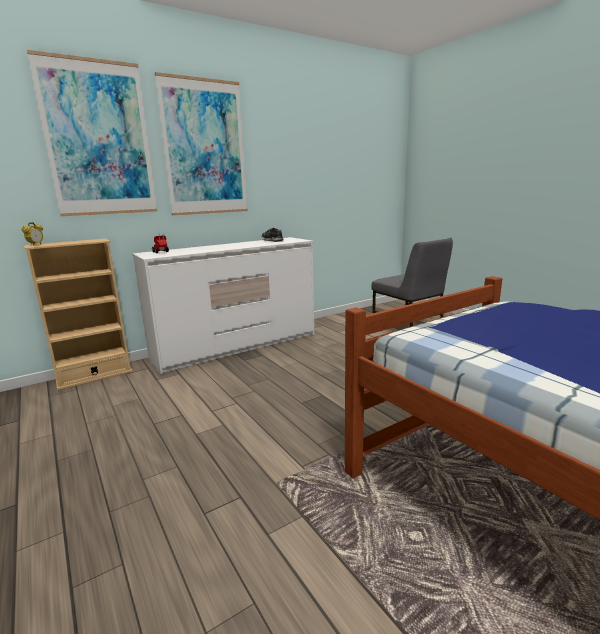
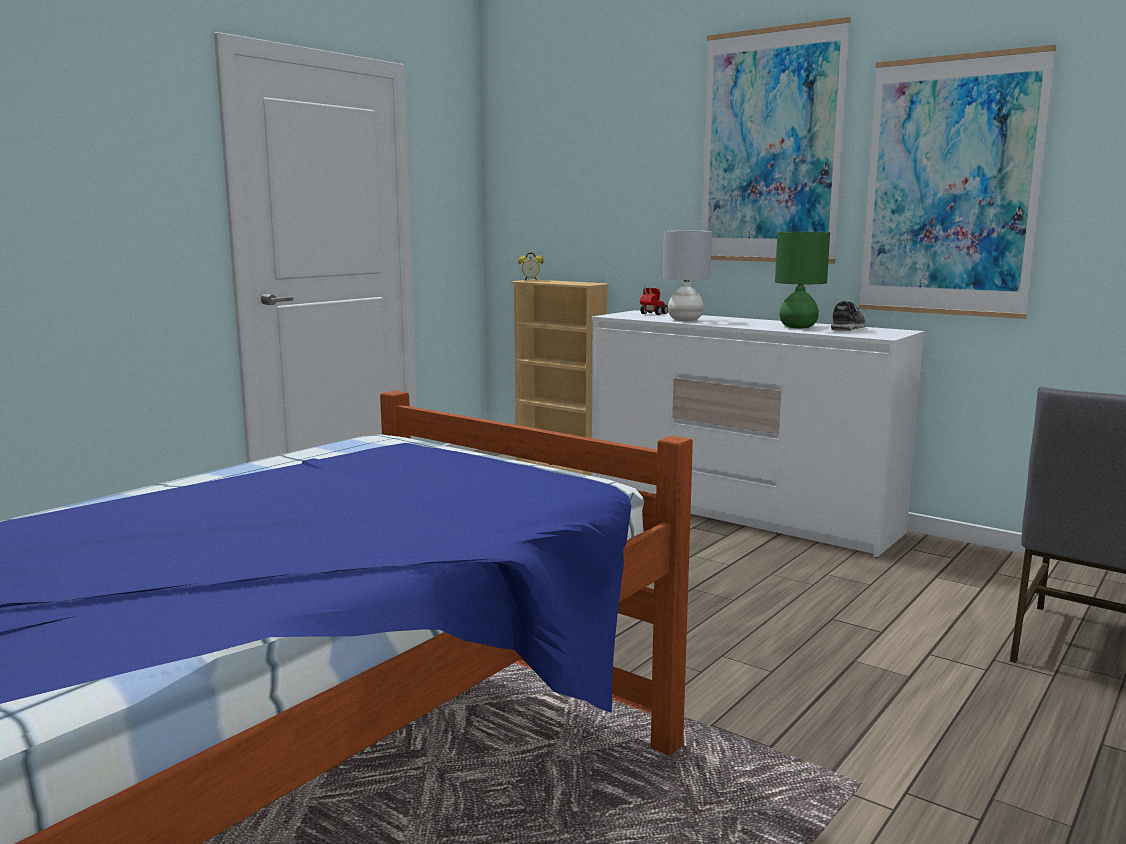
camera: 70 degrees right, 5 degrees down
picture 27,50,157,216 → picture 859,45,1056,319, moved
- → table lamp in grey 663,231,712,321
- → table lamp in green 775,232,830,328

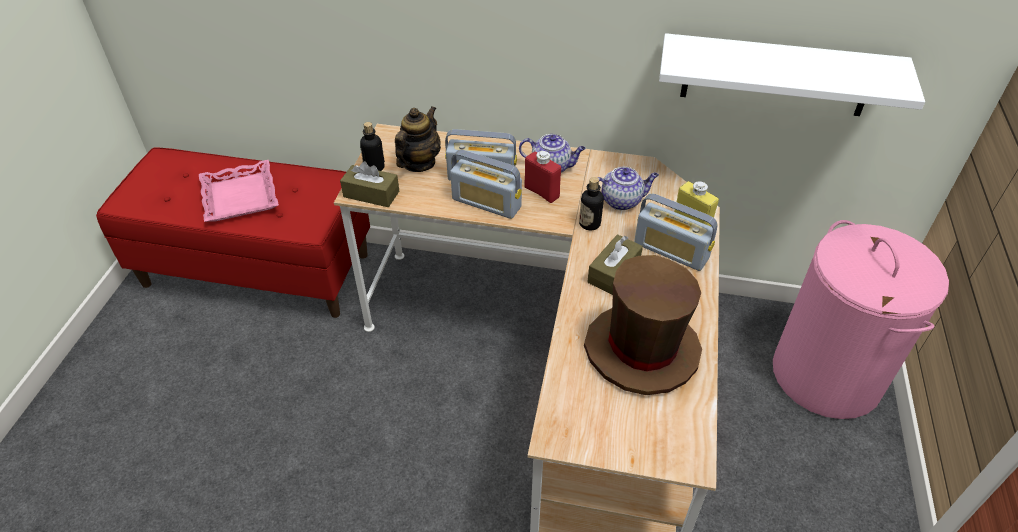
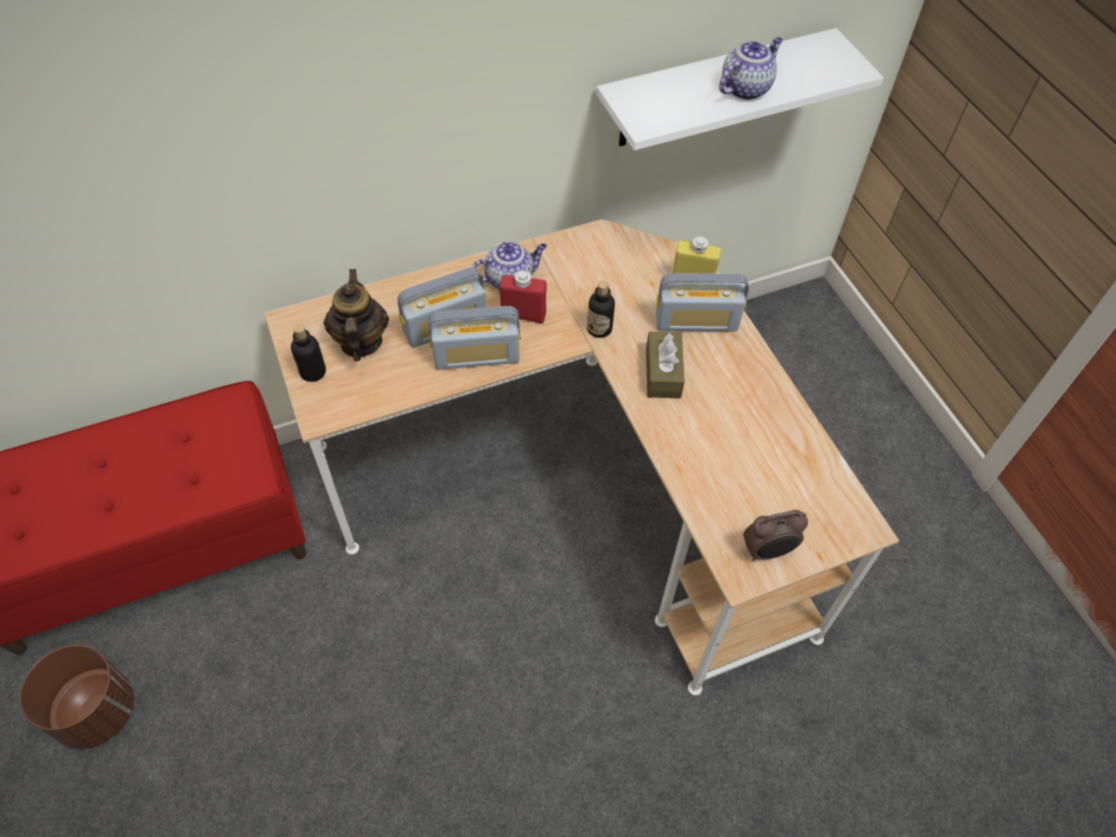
camera: 35 degrees left, 10 degrees up
tray in pink 199,160,279,222 → -
tissue box in brown 340,161,399,207 → -
teapot 598,167,659,210 → teapot 719,37,783,100, moved
laundry basket in pink 773,220,949,419 → -
hat in brown 584,255,702,395 → -
- → alarm clock 743,510,808,561
- → planter in brown 19,645,134,749

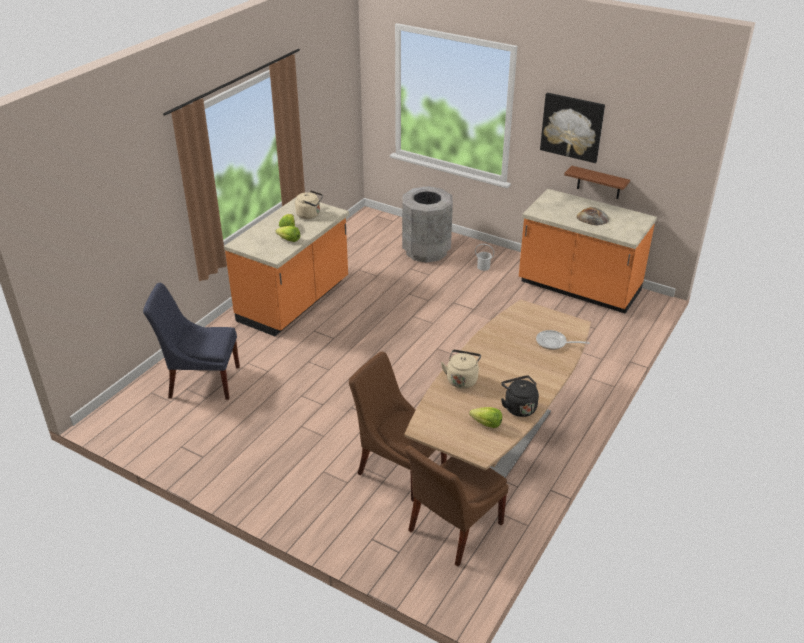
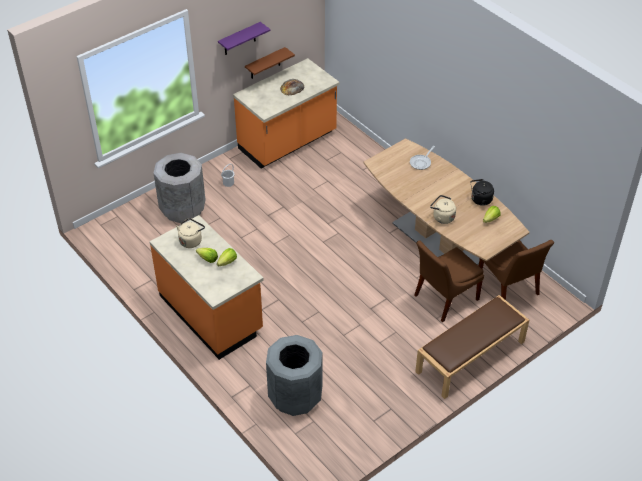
camera: 70 degrees left, 10 degrees up
picture 540,93,605,163 → shelf in purple 218,22,270,55
chair in blue 143,283,240,400 → trash can in grey 266,335,322,416
- → bench in brown 415,295,529,399

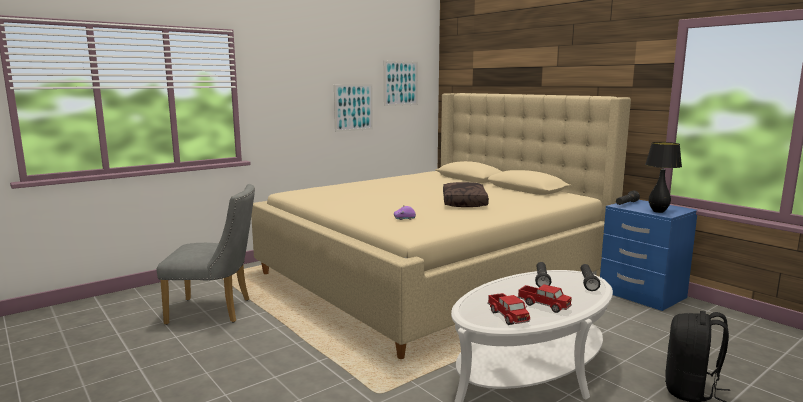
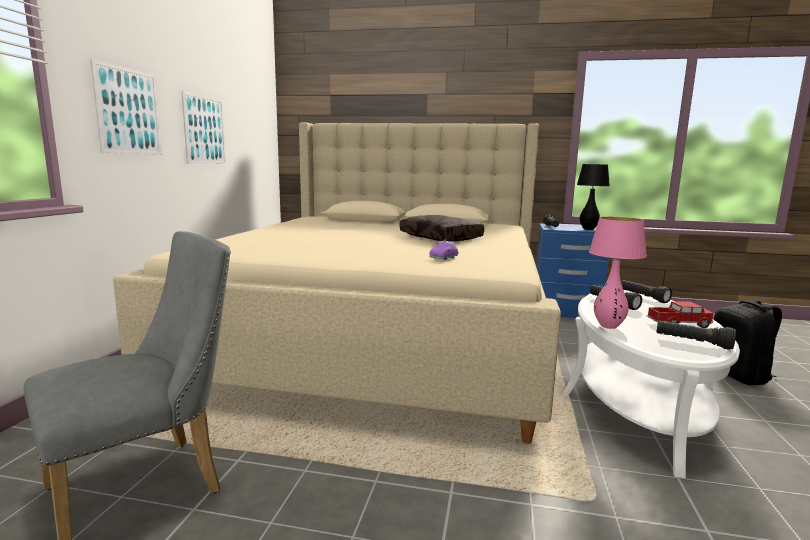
camera: 40 degrees left, 0 degrees up
picture 384,61,418,106 → picture 90,59,162,155, moved
toy truck 487,293,530,325 → flashlight in black 657,321,736,350
- → table lamp in pink 589,216,647,329

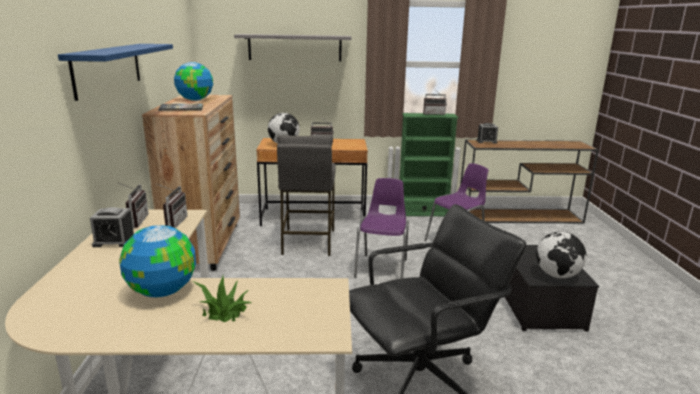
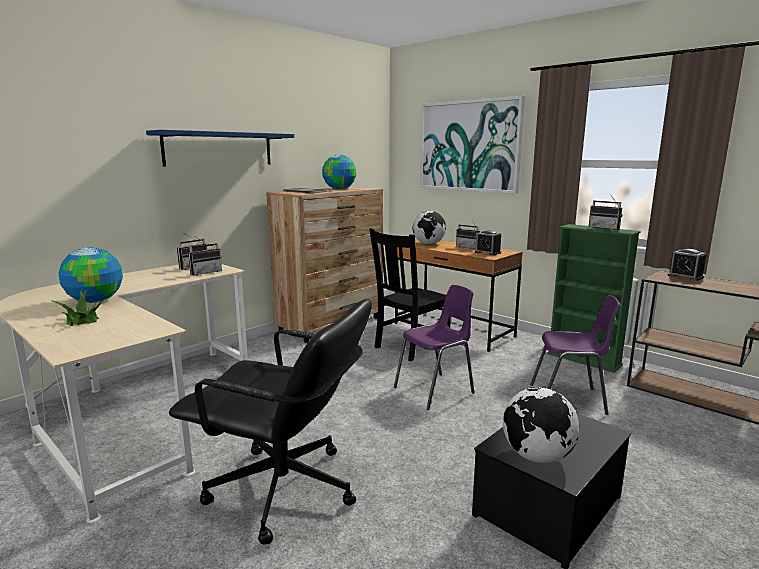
camera: 45 degrees right, 5 degrees down
shelf in grey 234,34,352,61 → picture 420,96,525,194
stool in grey 277,134,336,256 → chair in black 369,228,451,361
alarm clock 90,207,134,247 → alarm clock 475,230,501,255, moved

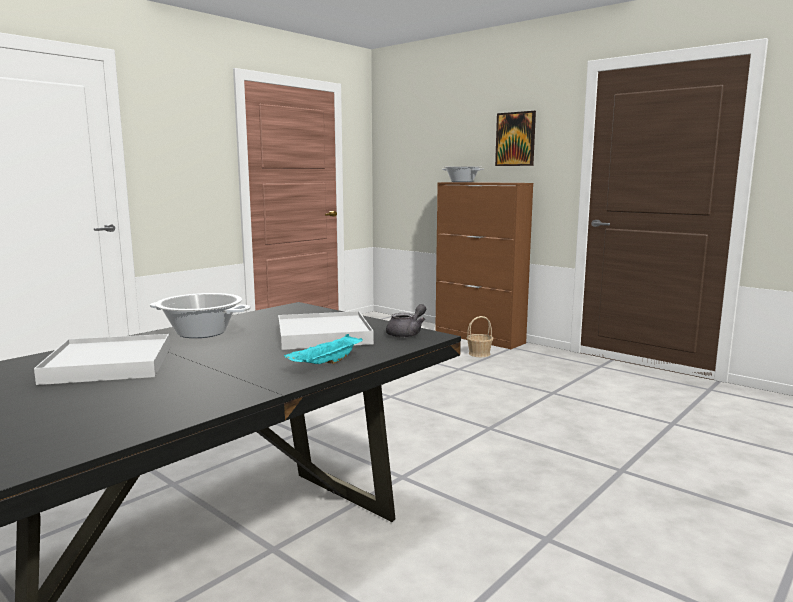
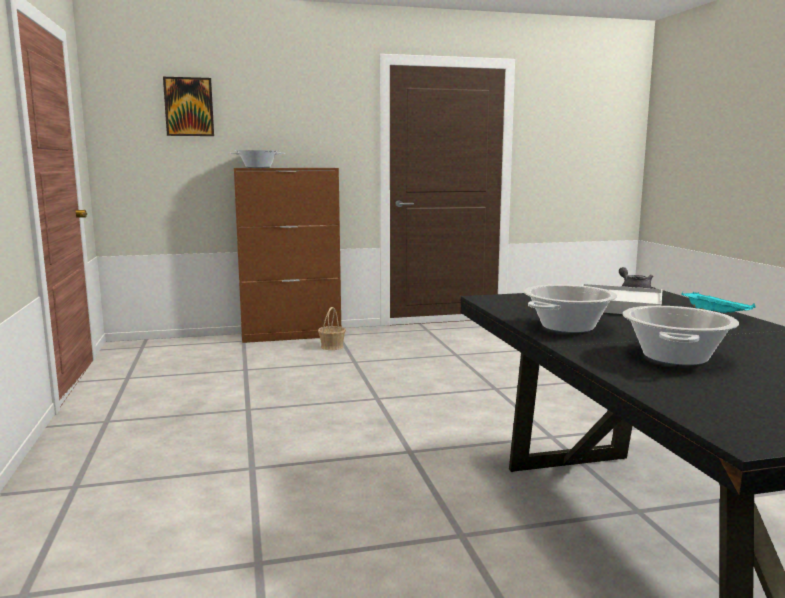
camera: 55 degrees left, 0 degrees up
picture 495,111,536,166 → picture 163,77,214,136, moved
tray in white 34,334,170,385 → cooking pot 623,306,739,366

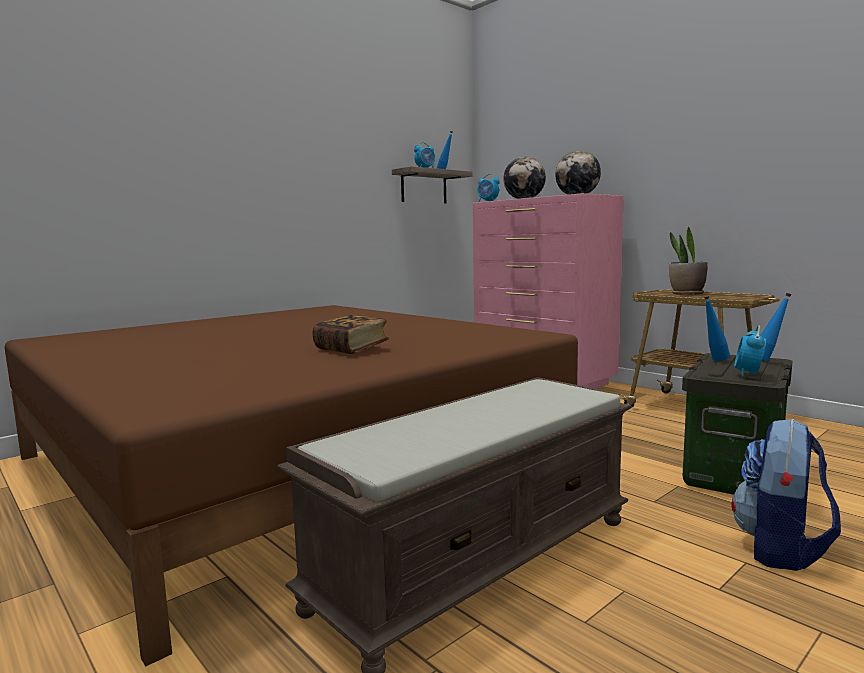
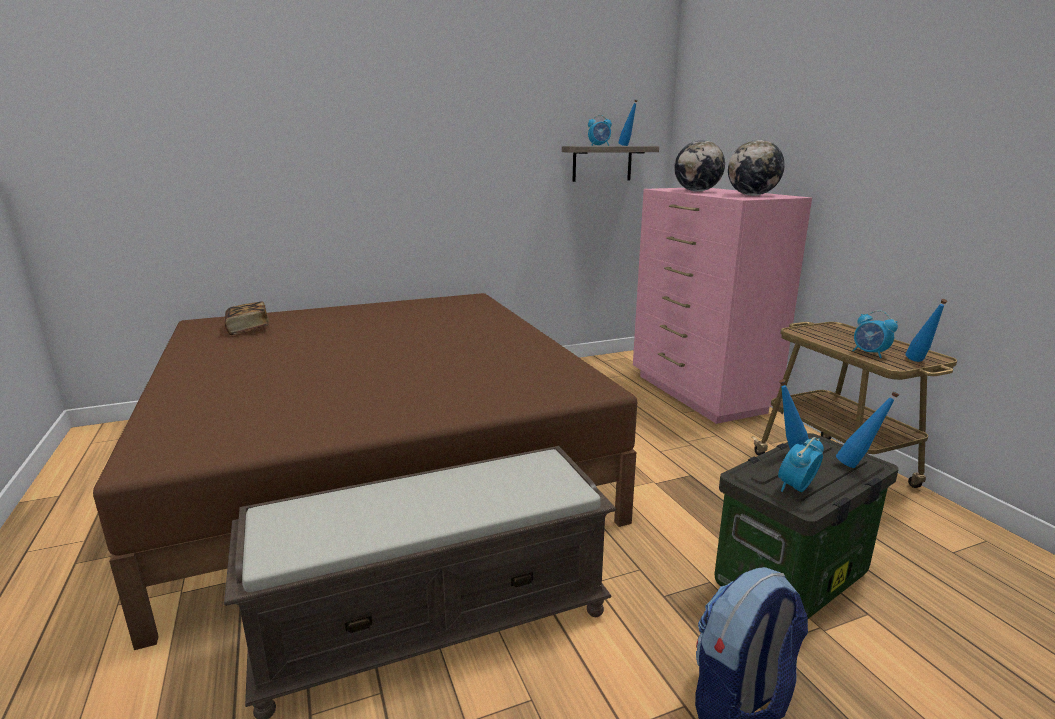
camera: 20 degrees right, 10 degrees up
alarm clock 478,174,500,202 → alarm clock 853,310,898,358, moved
potted plant 669,227,708,295 → -
book 312,315,389,354 → book 225,302,269,335, moved
- → bottle in blue 905,299,947,362

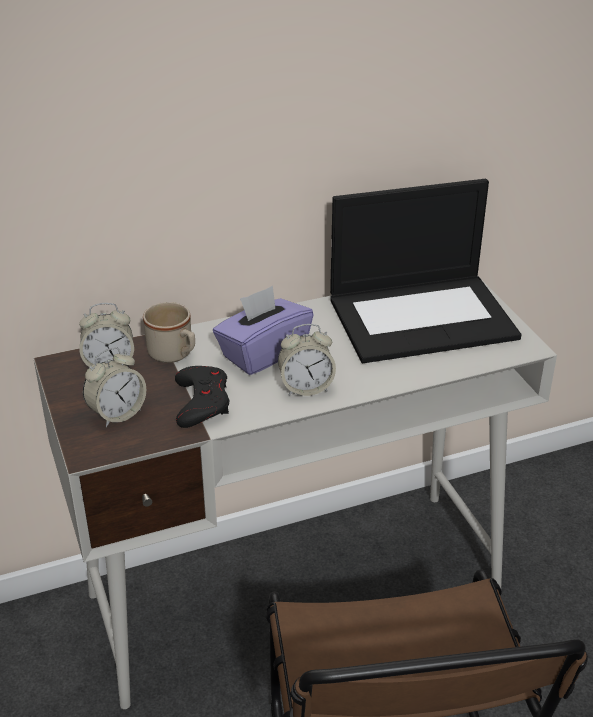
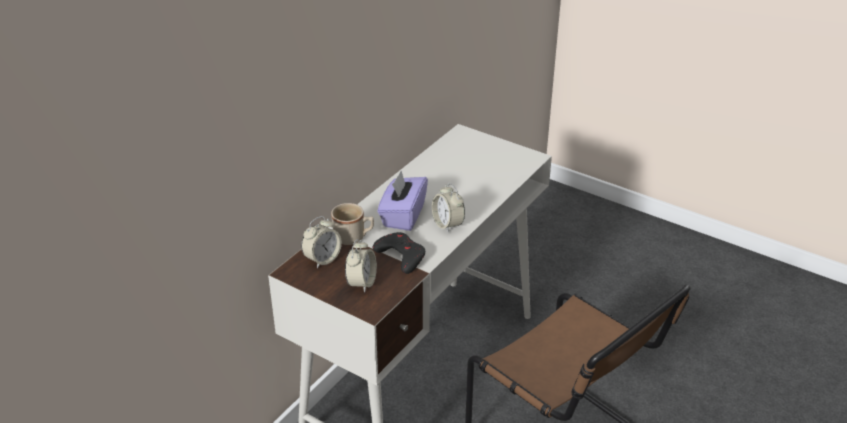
camera: 35 degrees left, 0 degrees up
laptop 330,179,521,363 → -
alarm clock 278,324,336,396 → alarm clock 432,183,465,233, 105 degrees clockwise

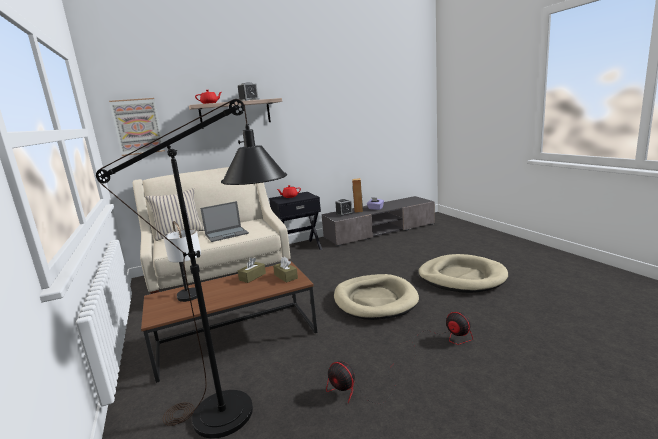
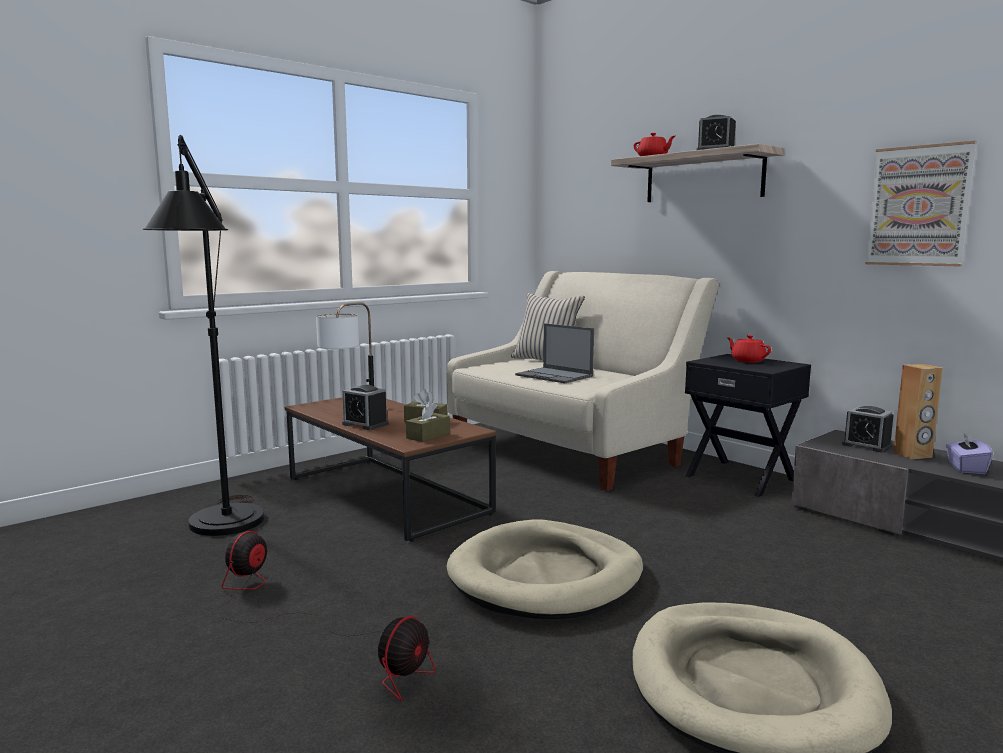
camera: 70 degrees right, 5 degrees down
picture 109,98,165,156 → picture 865,141,977,266, moved
- → alarm clock 342,385,389,430

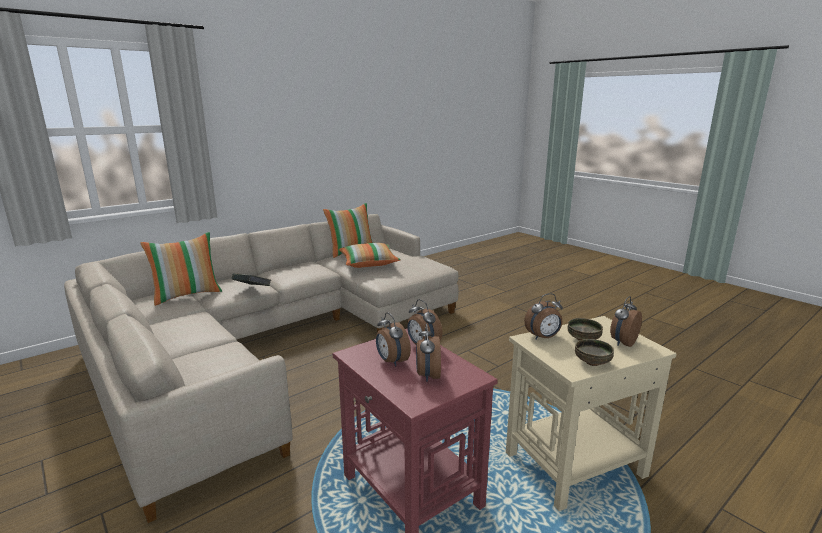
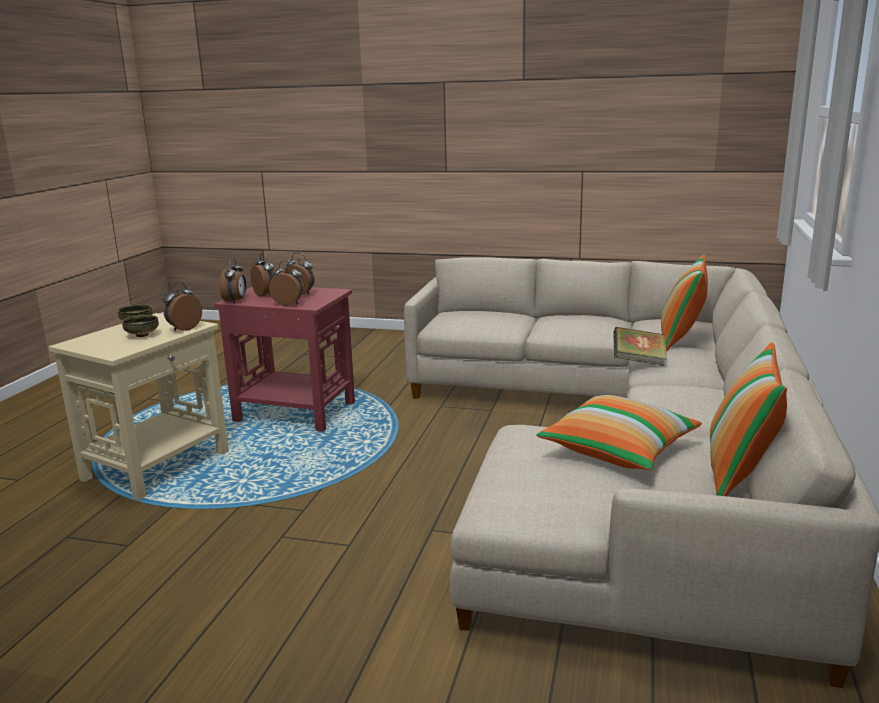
camera: 145 degrees right, 0 degrees up
alarm clock 610,296,642,347 → alarm clock 219,258,246,303, moved

